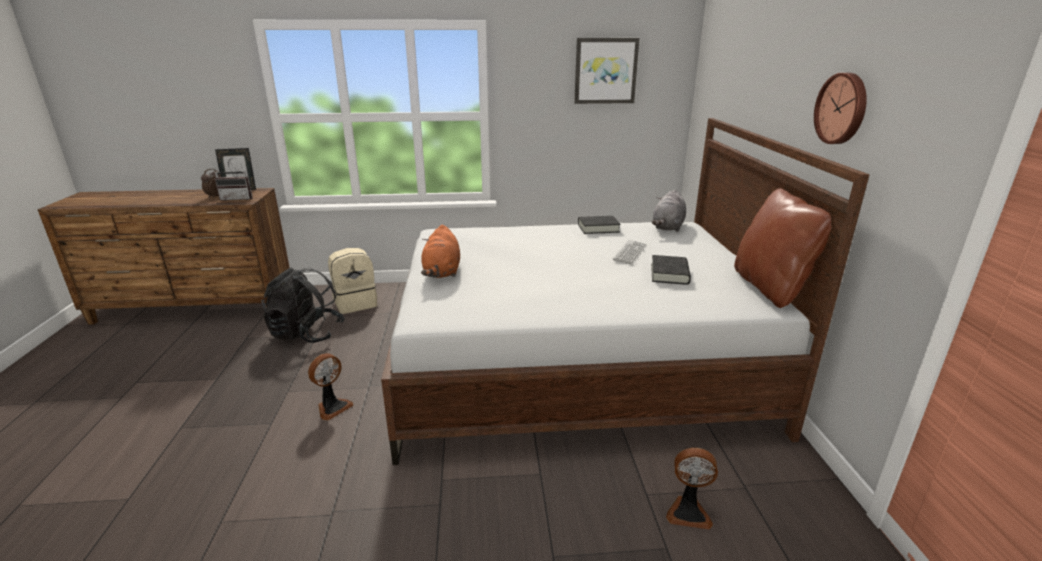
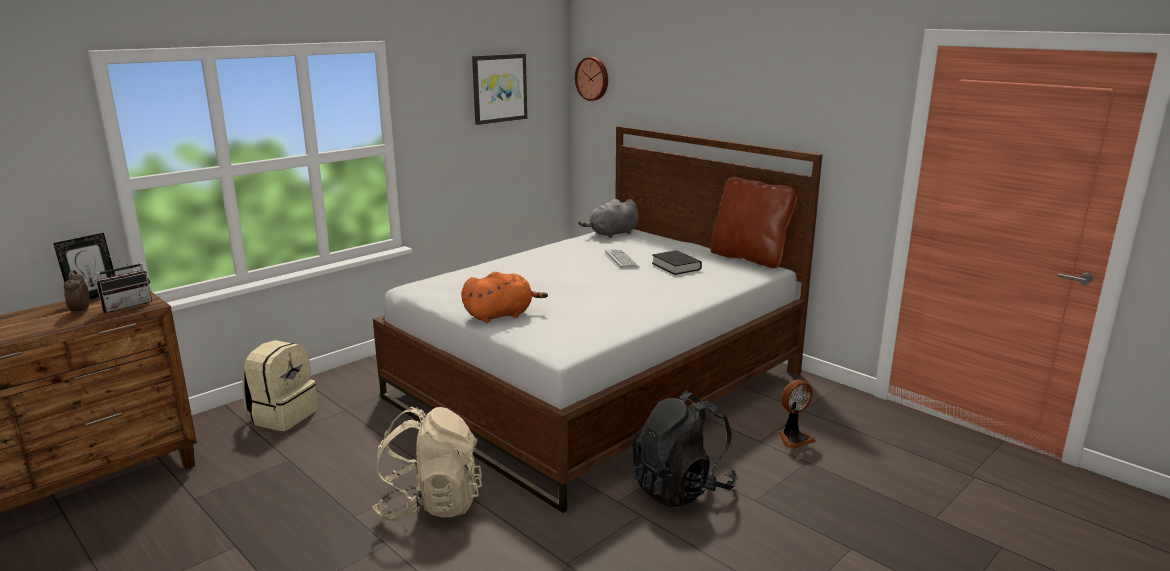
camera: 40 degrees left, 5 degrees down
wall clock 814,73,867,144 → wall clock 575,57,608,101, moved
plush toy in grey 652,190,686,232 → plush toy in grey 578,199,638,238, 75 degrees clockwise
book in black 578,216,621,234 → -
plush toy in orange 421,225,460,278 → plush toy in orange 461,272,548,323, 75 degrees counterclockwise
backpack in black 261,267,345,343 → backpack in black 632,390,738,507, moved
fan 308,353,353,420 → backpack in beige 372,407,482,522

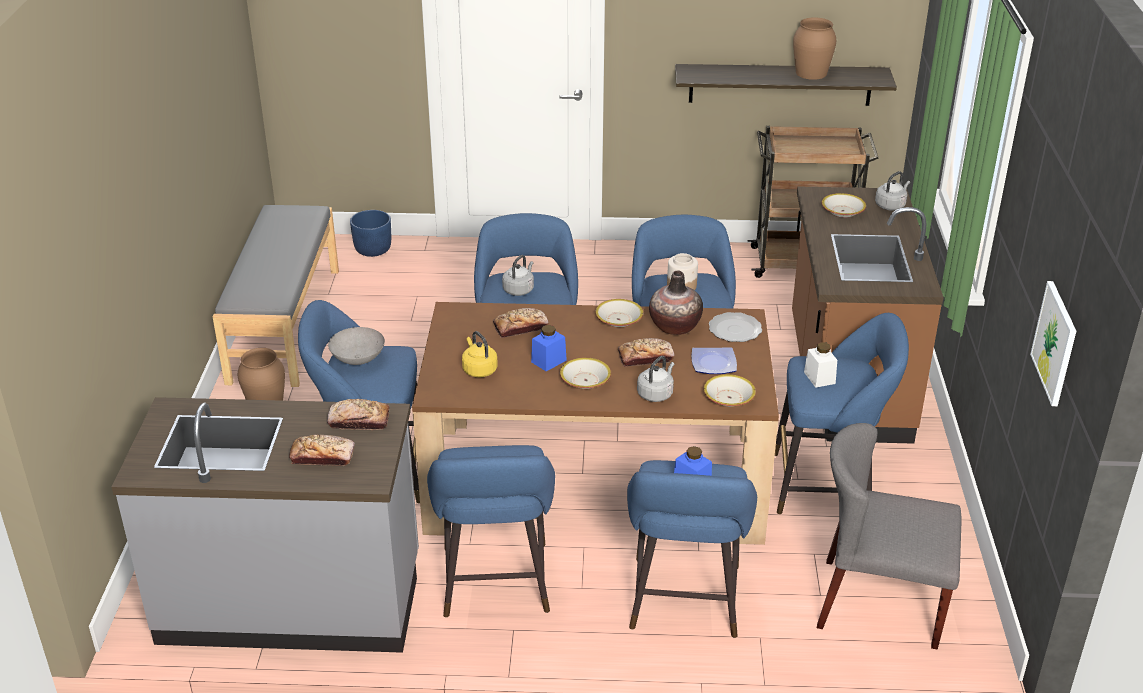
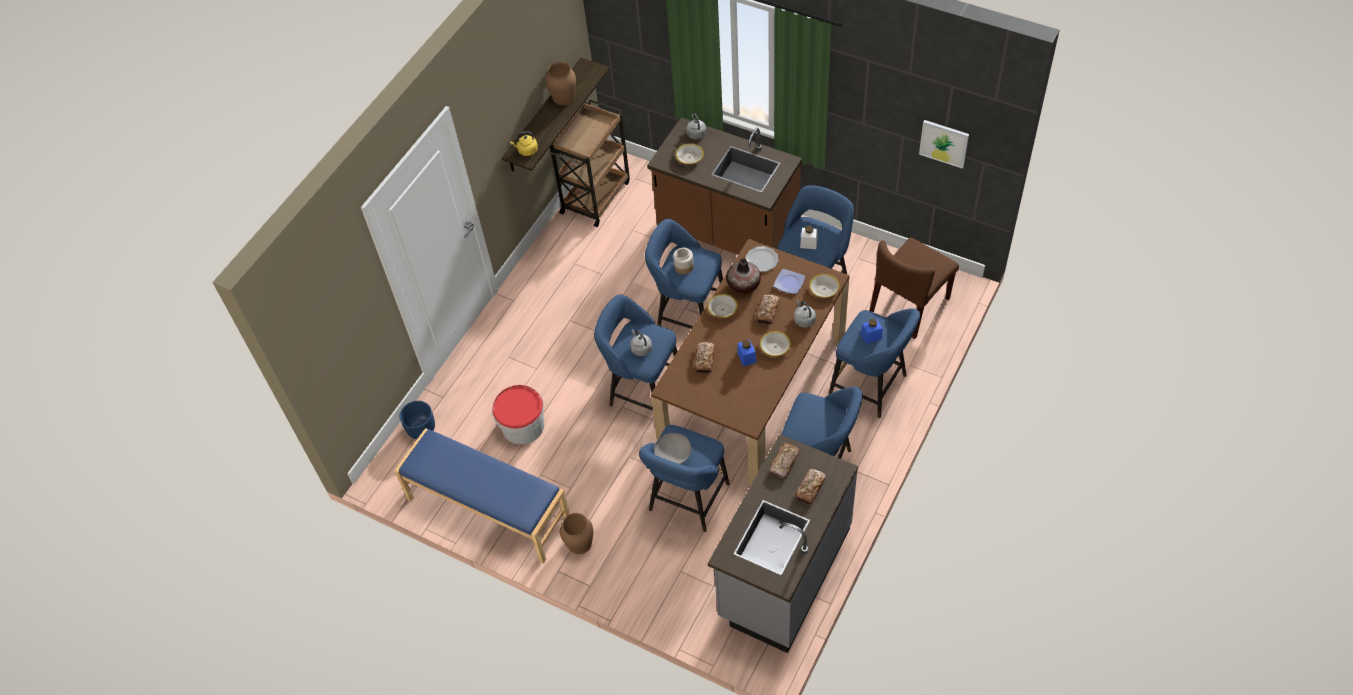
camera: 60 degrees left, 20 degrees up
bench in grey 213,205,339,387 → bench in blue 395,428,570,564
kettle in yellow 462,331,498,378 → kettle in yellow 510,131,538,156, moved
chair in grey 817,423,962,649 → chair in brown 870,238,959,339
- → bucket 492,385,544,444

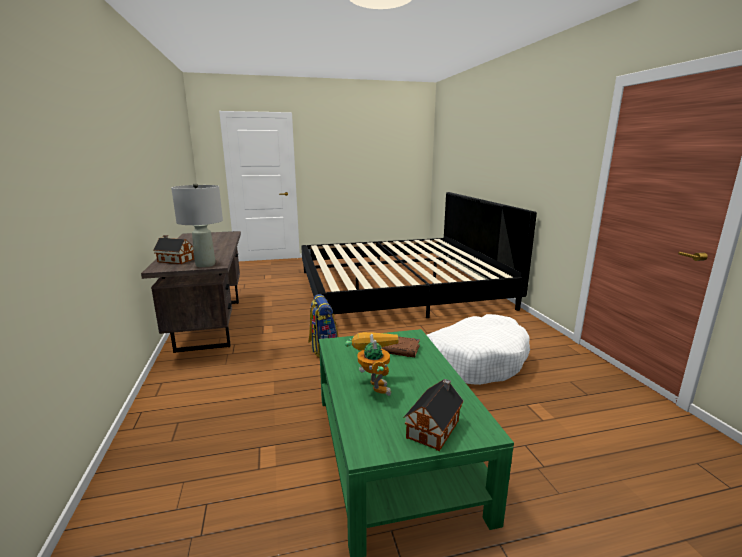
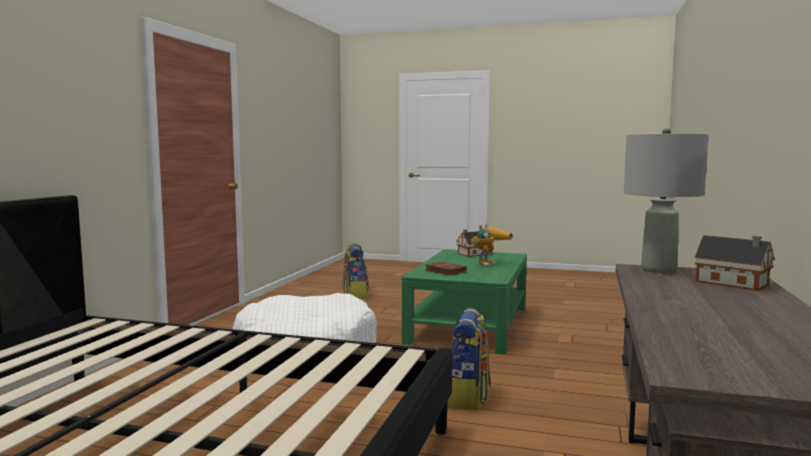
camera: 150 degrees left, 10 degrees down
toy robot 345,332,398,396 → toy robot 470,224,513,267, 150 degrees counterclockwise
- → backpack 342,243,369,299

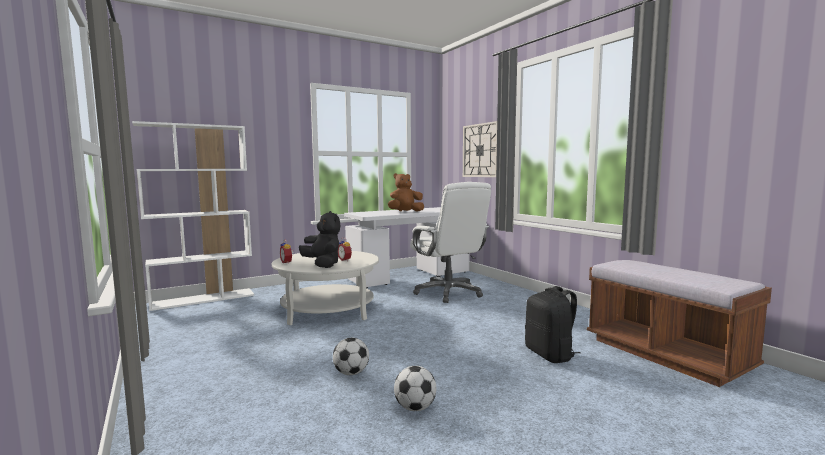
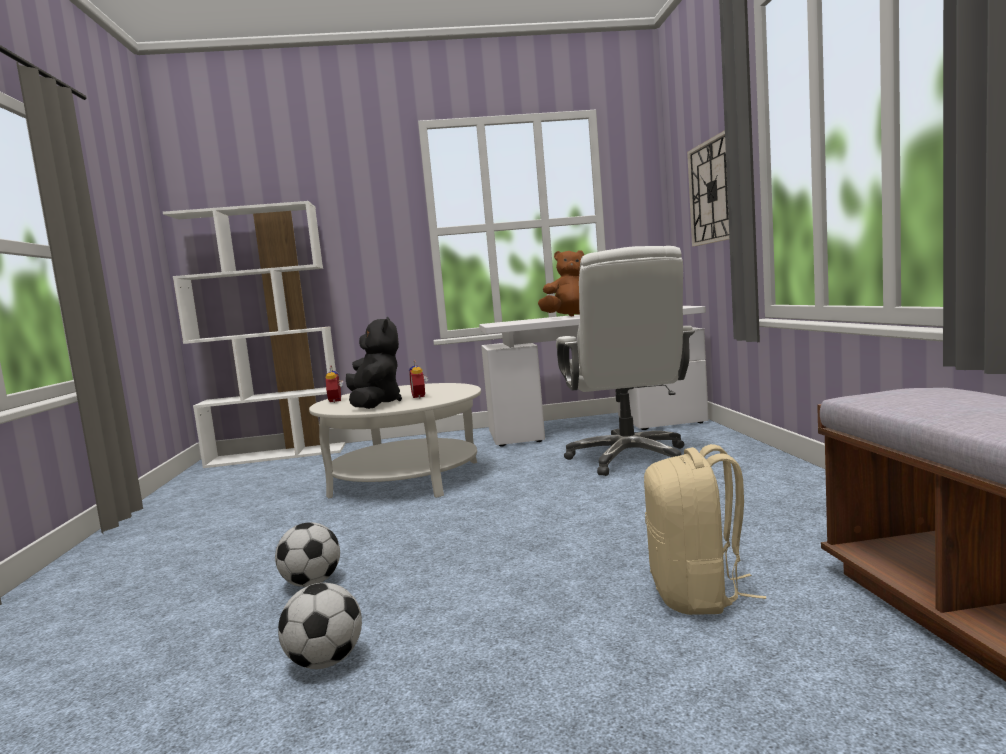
camera: 25 degrees right, 0 degrees up
backpack in black 525,286,580,363 → backpack in beige 644,444,766,615

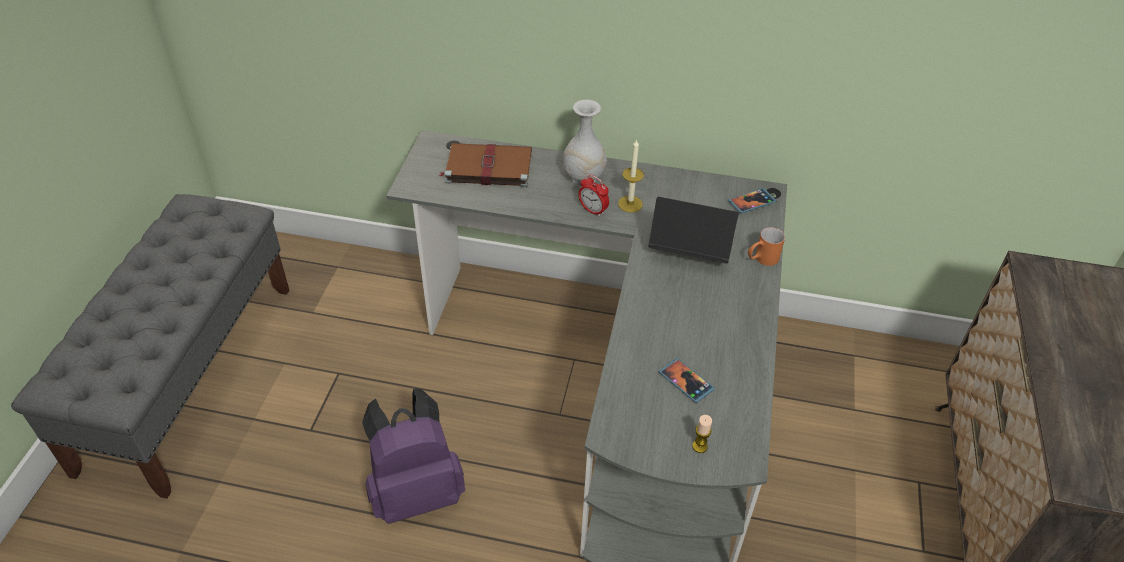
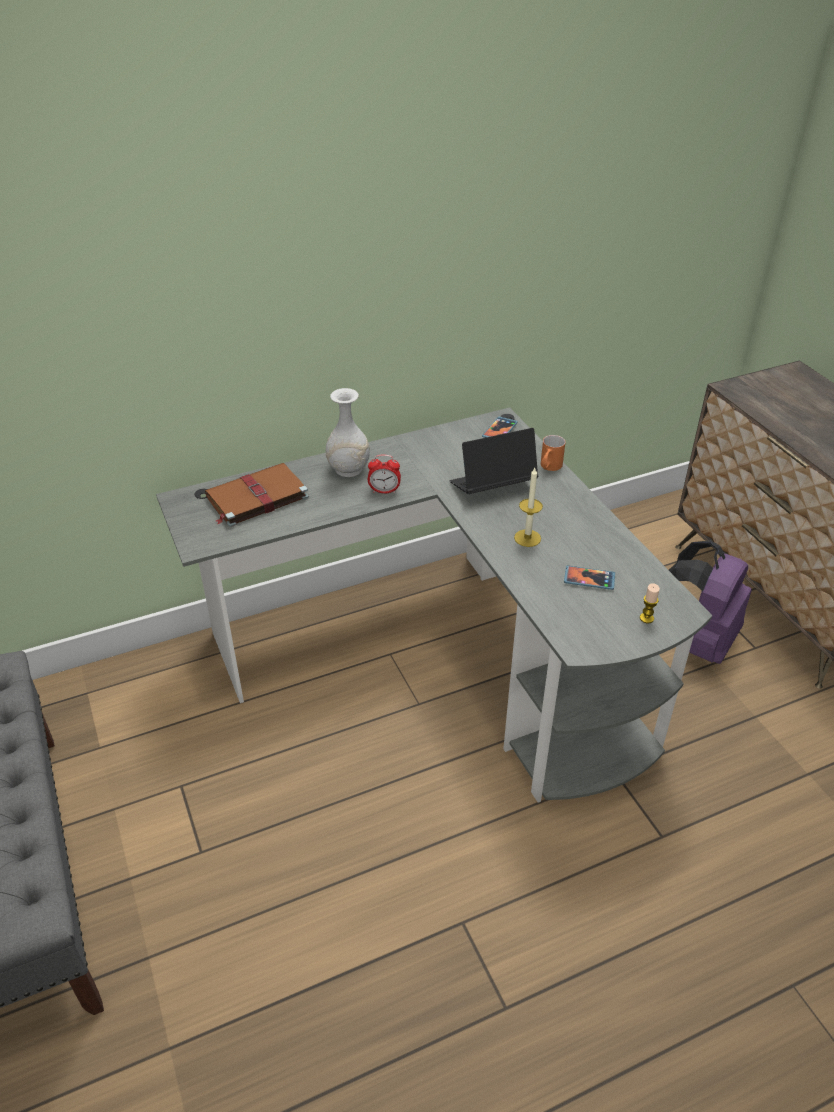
camera: 35 degrees left, 5 degrees down
candle 618,139,644,213 → candle 514,468,543,547, moved
backpack in purple 362,388,465,524 → backpack in purple 669,540,751,664, moved

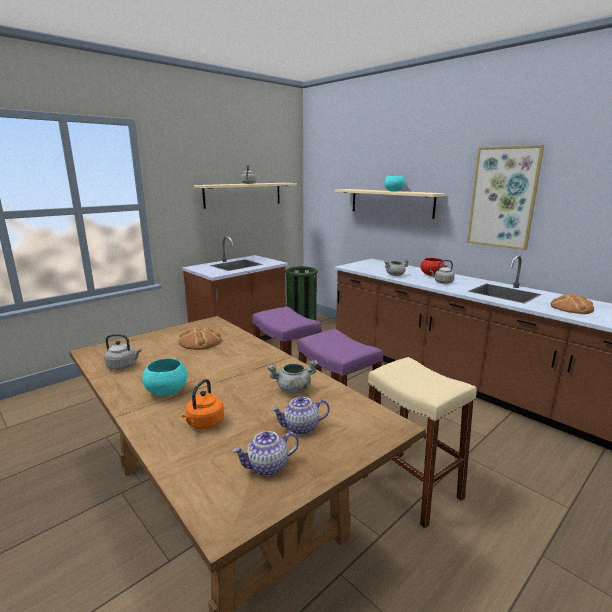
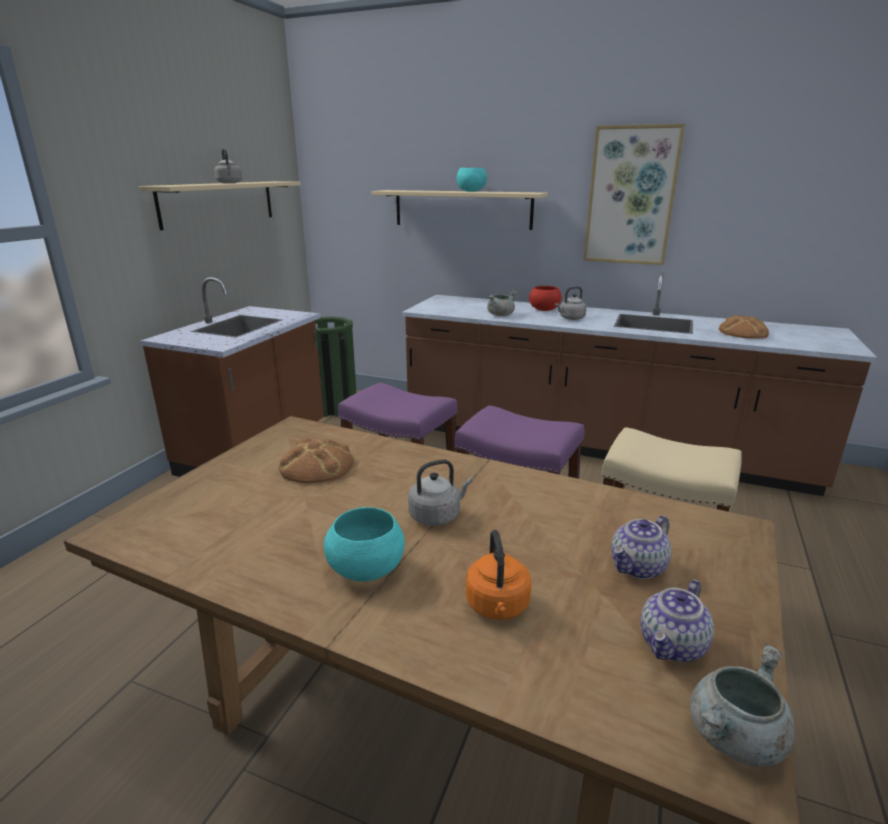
camera: 25 degrees left, 5 degrees up
kettle in grey 104,334,142,370 → kettle in grey 408,459,473,526, moved
cooking pot in grey 267,360,318,394 → cooking pot in grey 690,644,795,767, moved

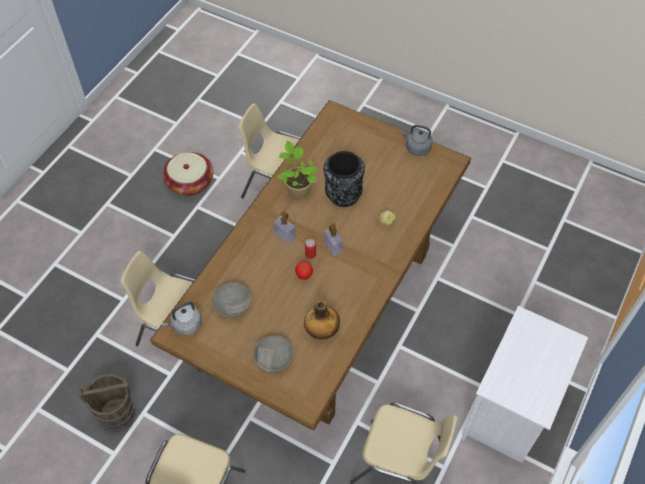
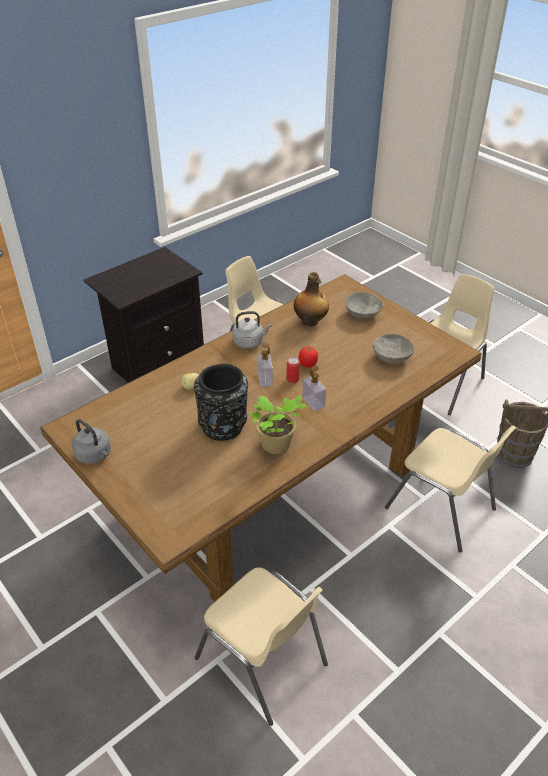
camera: 160 degrees left, 15 degrees down
basket 162,152,213,196 → -
kettle in grey 162,302,202,335 → kettle in grey 232,311,272,348, moved
nightstand in white 462,306,588,463 → nightstand in black 84,247,204,383

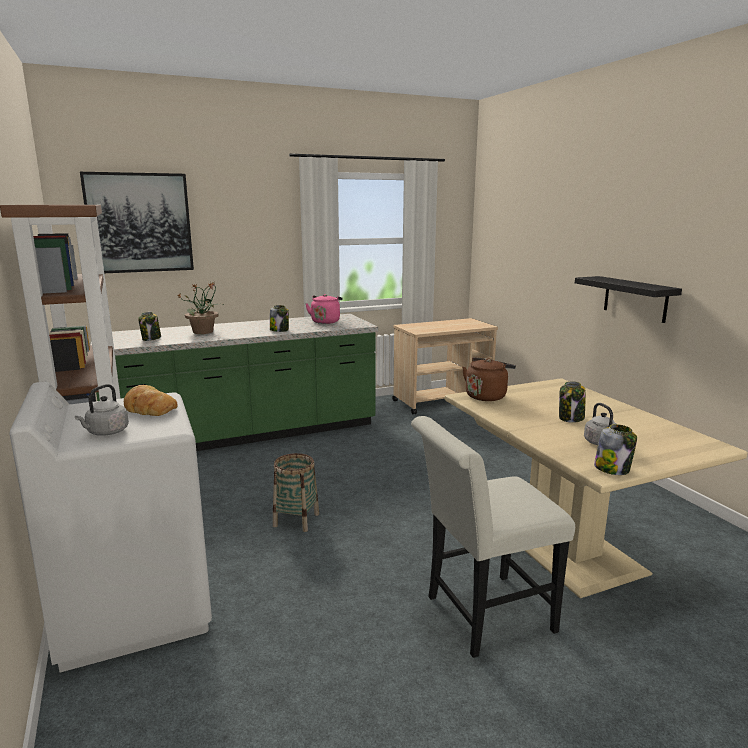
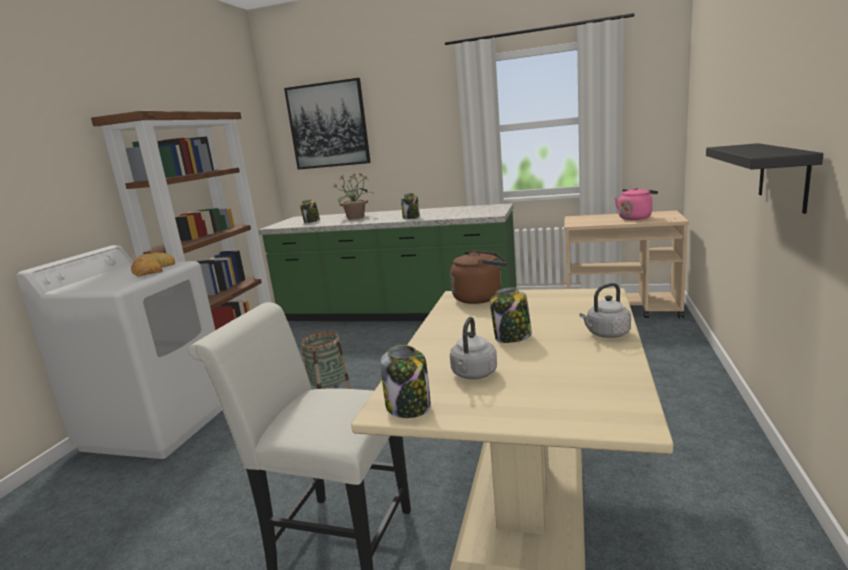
camera: 40 degrees right, 0 degrees up
kettle in pink 305,294,343,324 → kettle in pink 614,187,658,220, moved
kettle in grey 75,384,129,436 → kettle in grey 579,283,631,338, moved

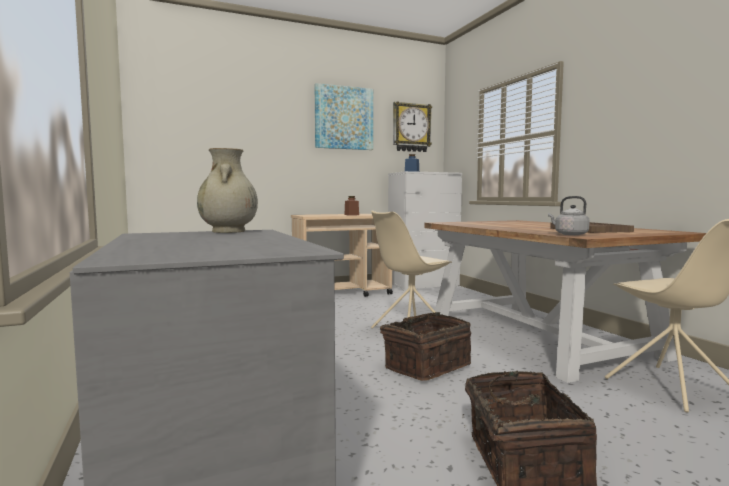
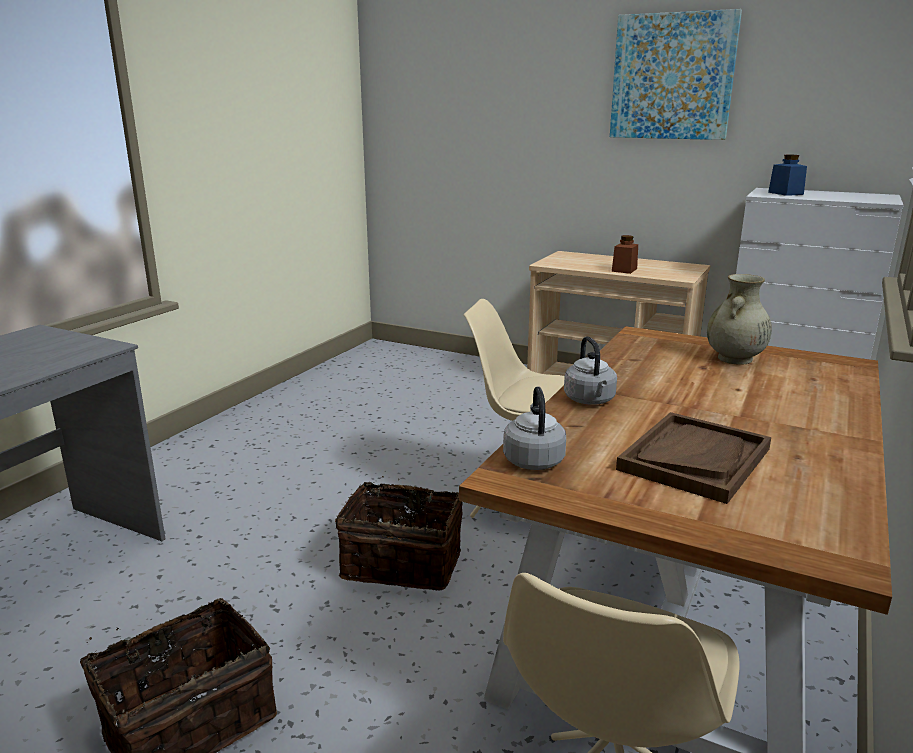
camera: 50 degrees right, 15 degrees up
wall clock 393,101,432,152 → -
vase in beige 197,148,258,233 → vase in beige 707,274,772,365, moved
- → kettle in grey 564,336,617,405

